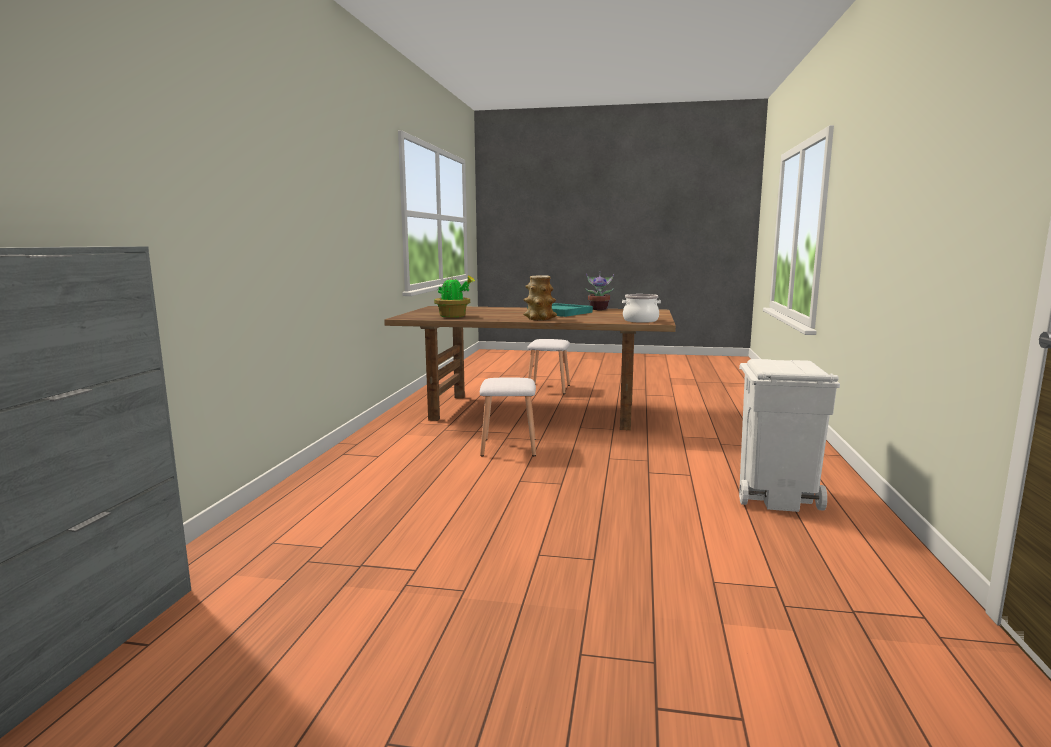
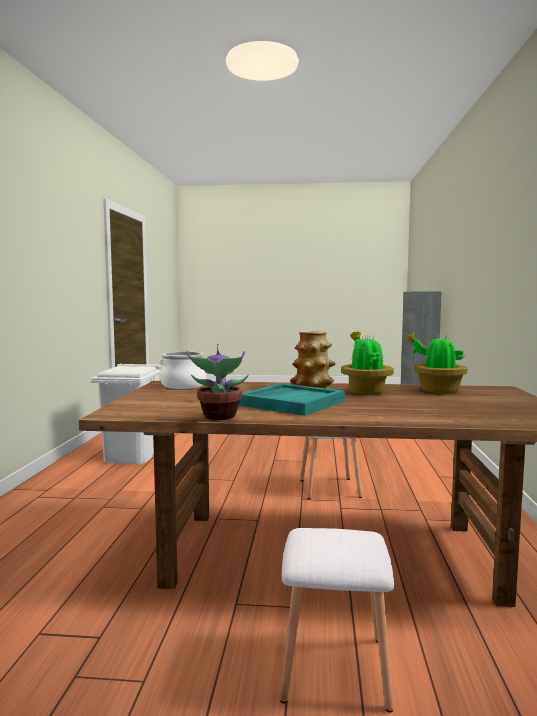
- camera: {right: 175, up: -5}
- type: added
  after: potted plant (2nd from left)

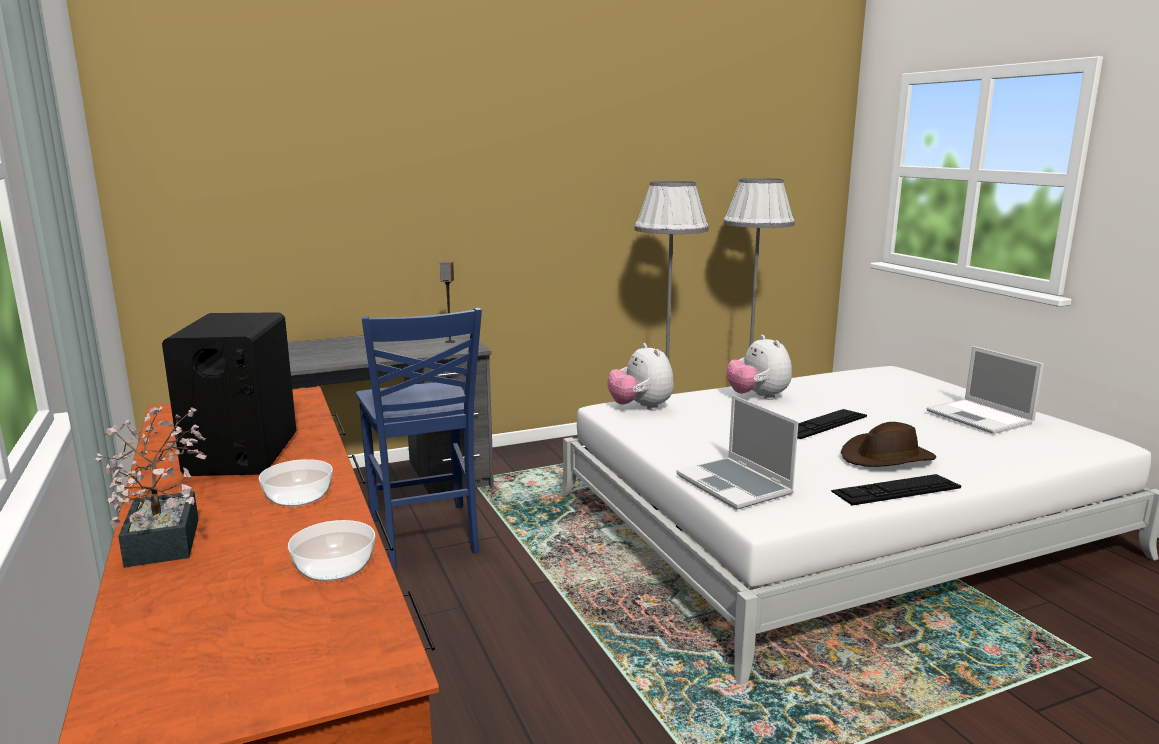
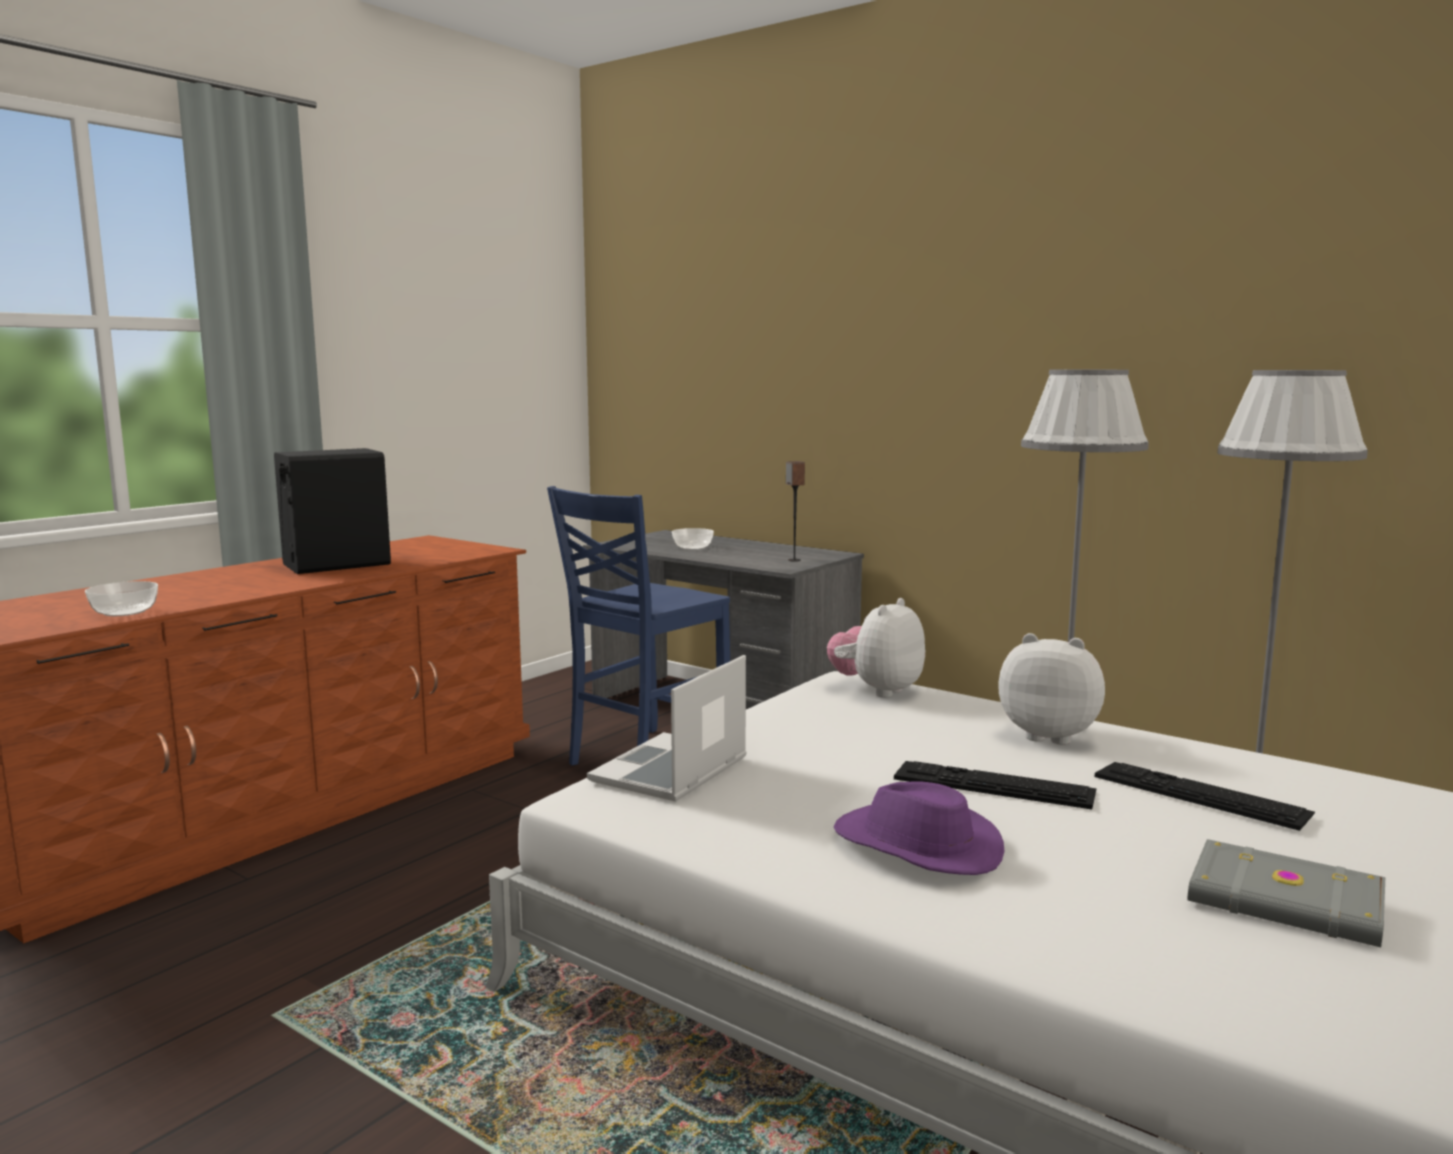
- camera: {right: 60, up: -5}
- type: turned
  before: soft toy (2nd from left)
  turn: 75
- type: replaced
  before: notebook computer (2nd from left)
  after: bound book/gray
- type: removed
  before: potted plant
- type: recoloured
  before: wearable hat/brown
  after: wearable hat/purple
- type: moved
  before: serving bowl (1st from left in the first image)
  after: serving bowl (2nd from left)
- type: moved
  before: PC keyboard (2nd from left)

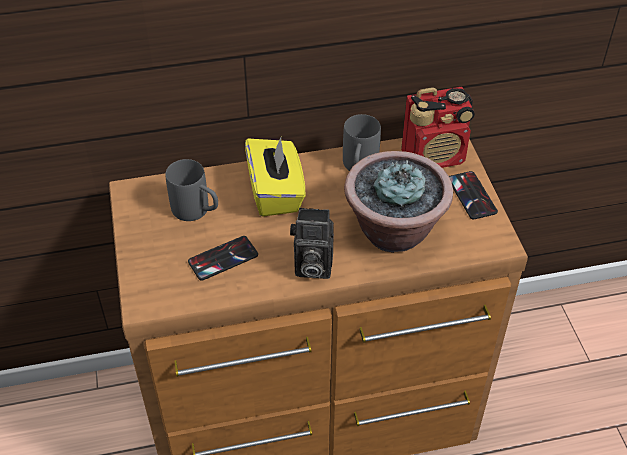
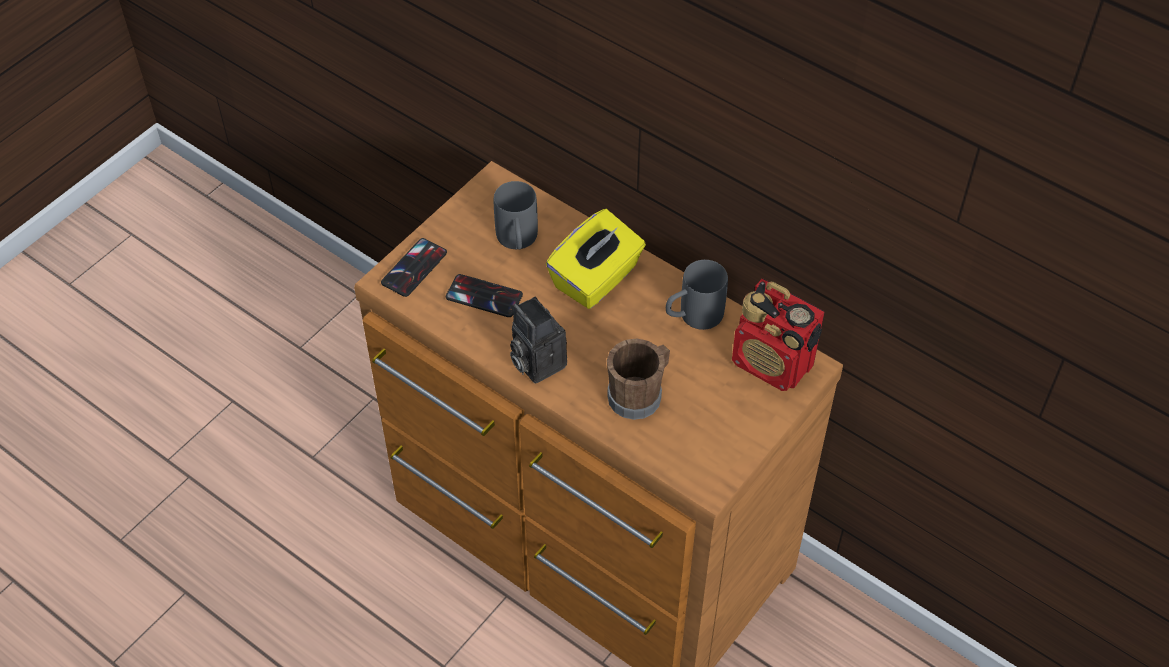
- camera: {right: 50, up: 5}
- type: replaced
  before: potted plant
  after: mug/brown
- type: moved
  before: telephone (2nd from left in the first image)
  after: telephone (1st from left)

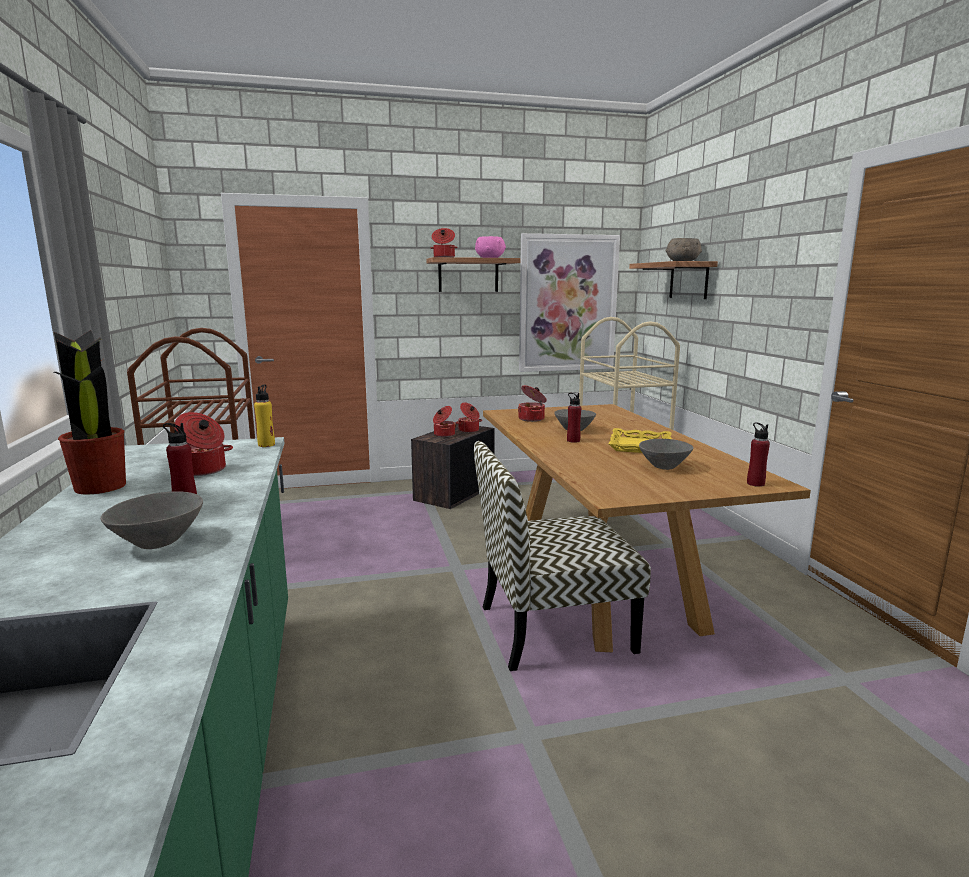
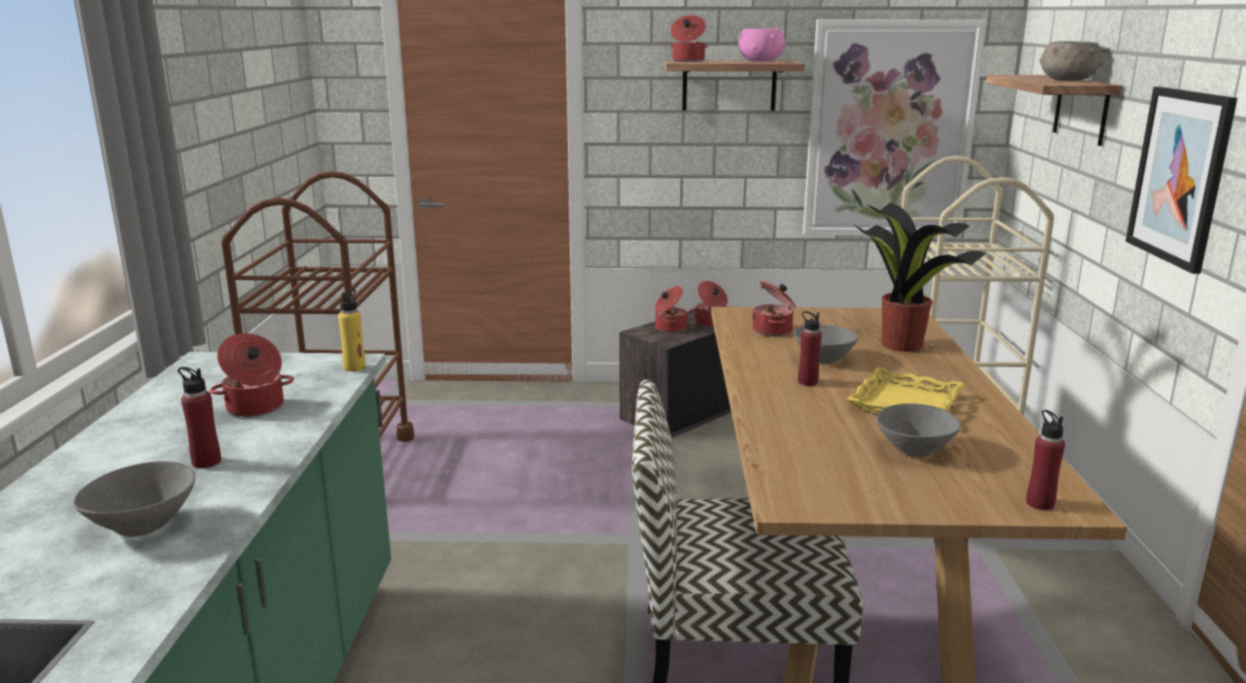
- camera: {right: 15, up: 5}
- type: moved
  before: potted plant
- type: added
  after: wall picture (2nd from left)

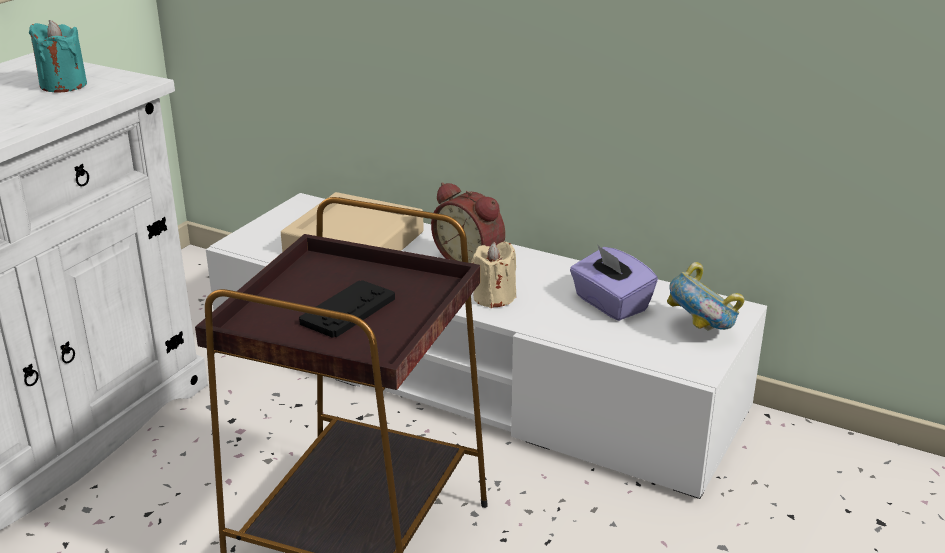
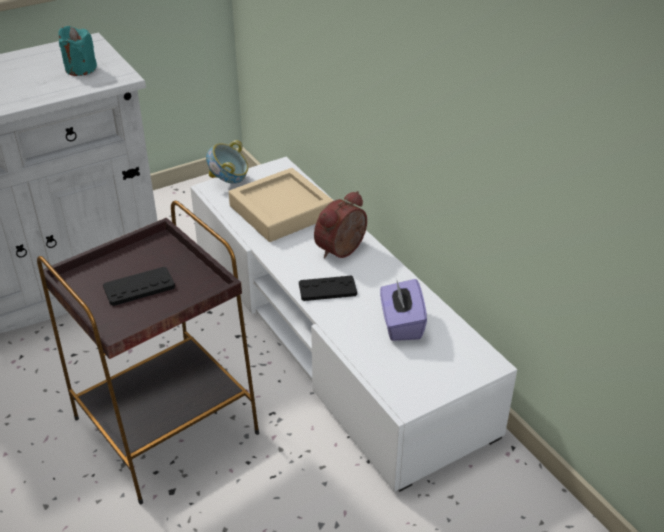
- camera: {right: 30, up: 10}
- type: turned
  before: table clock
  turn: 60
- type: replaced
  before: wax candle/beige
  after: joypad/black-coloured (2nd from left)
- type: moved
  before: serving bowl

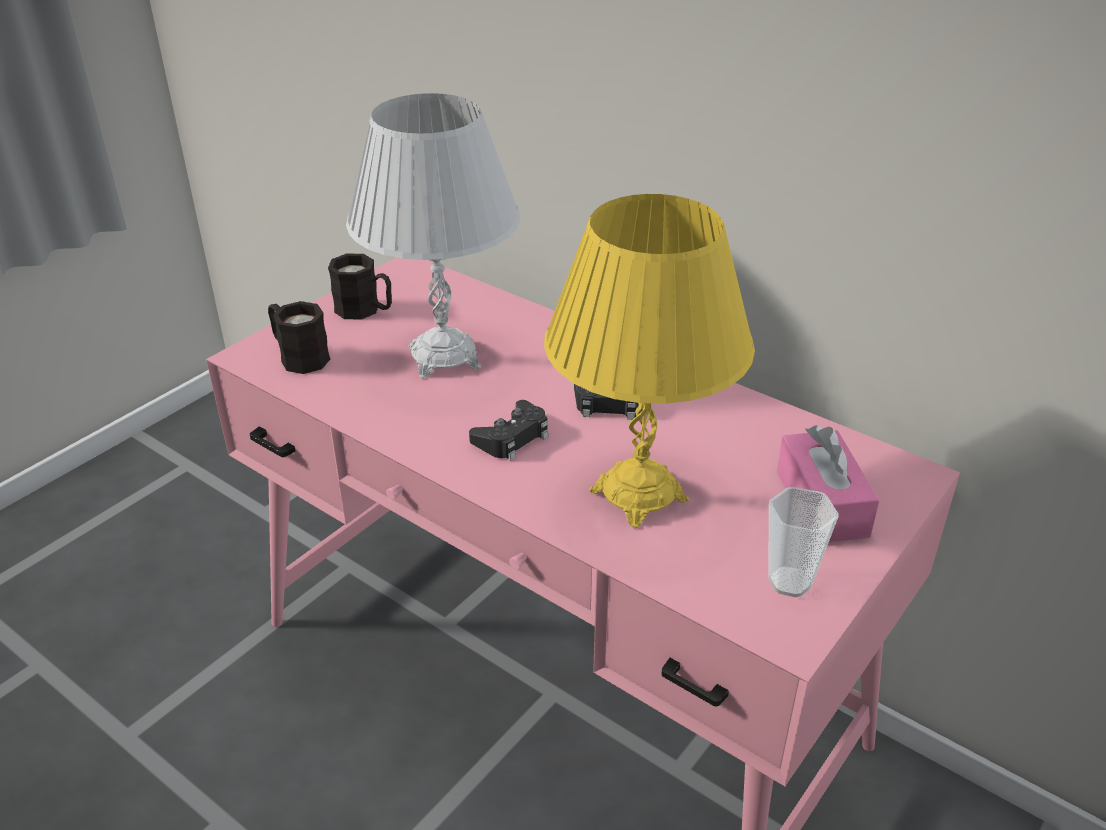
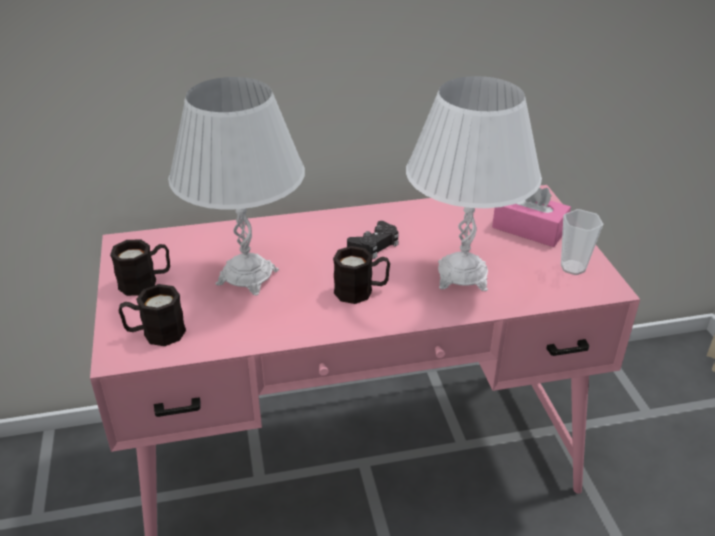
- camera: {right: -50, up: 0}
- type: recoloured
  before: tabletop lamp/yellow
  after: tabletop lamp/white-coloured (2nd from left)
- type: replaced
  before: joypad/black-coloured (1st from left)
  after: mug/black-coloured (3rd from left)

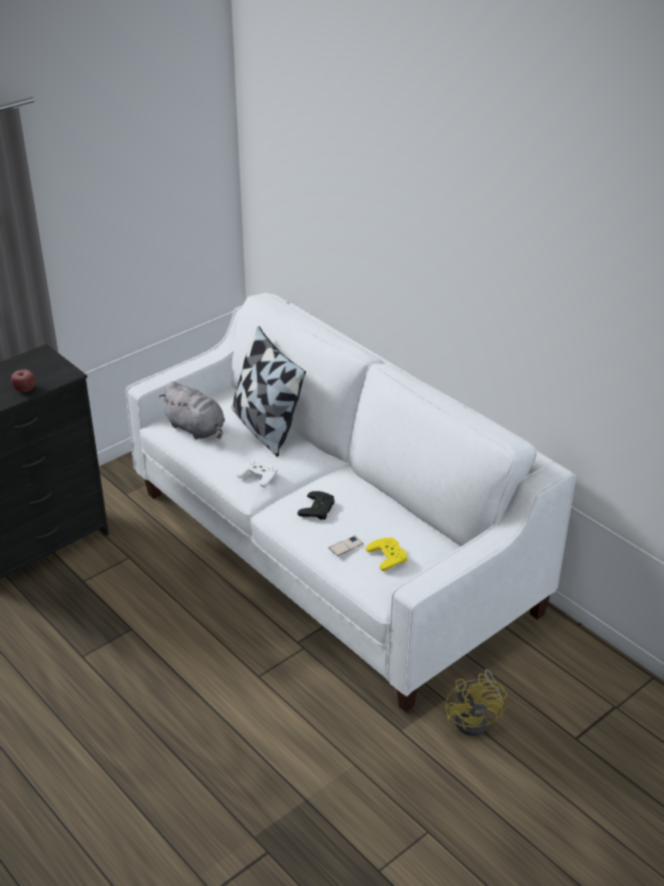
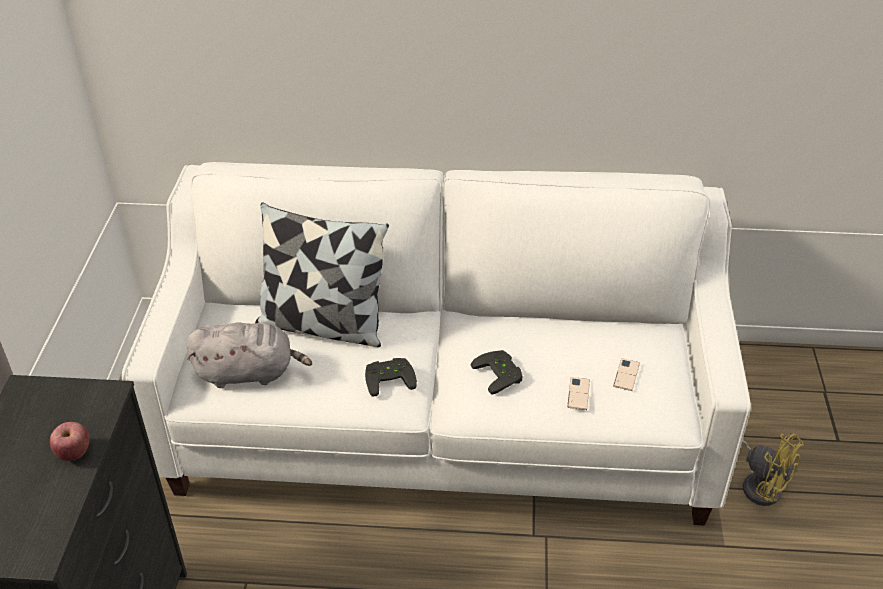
- camera: {right: -45, up: 5}
- type: recoloured
  before: joypad/white-coloured
  after: joypad/black-coloured (1st from left)
- type: replaced
  before: joypad/yellow
  after: telephone (2nd from left)

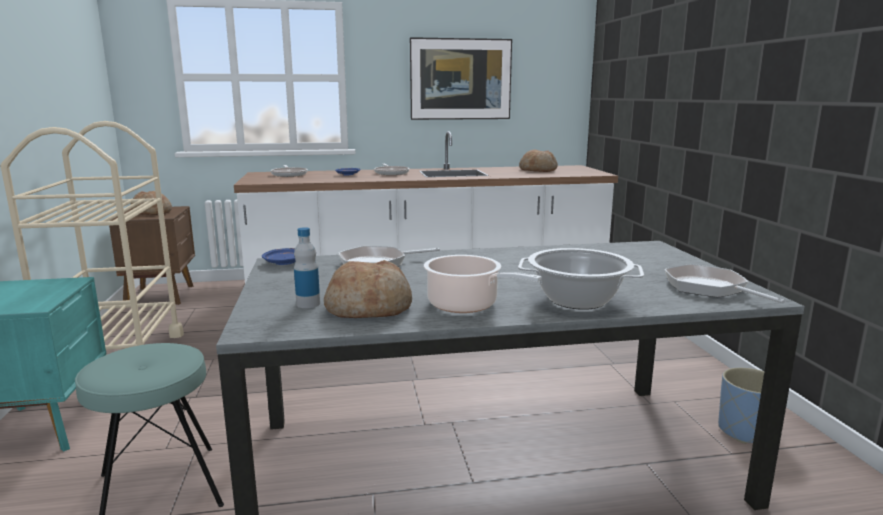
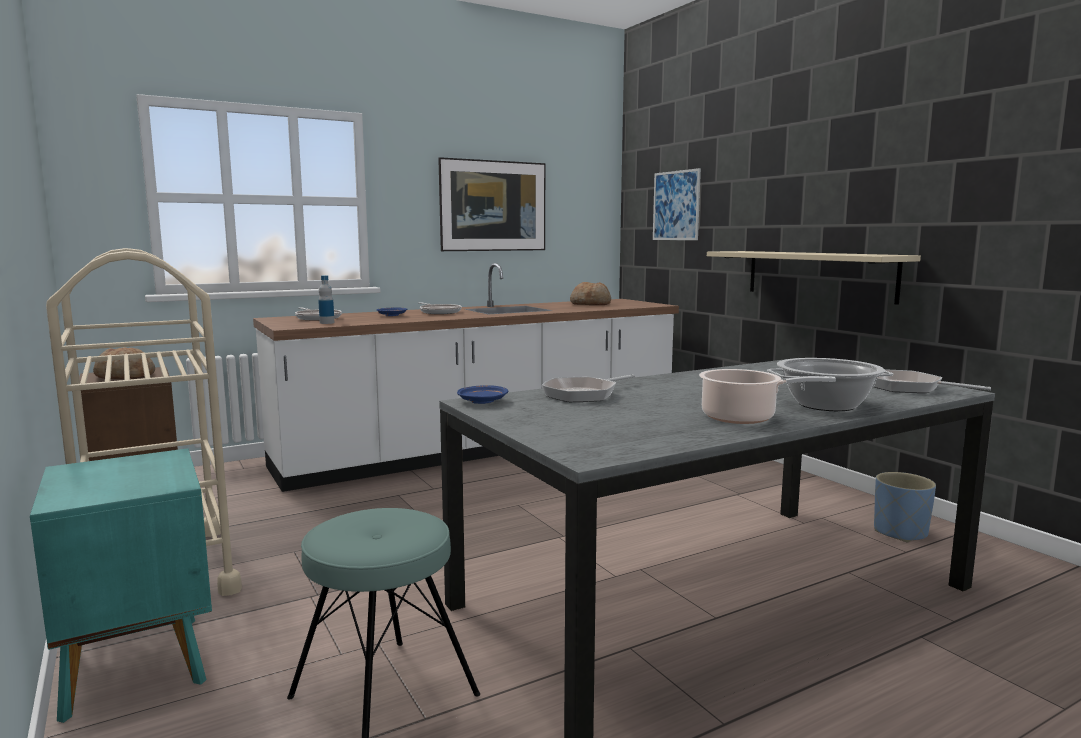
- camera: {right: -20, up: -5}
- type: moved
  before: bottle
- type: removed
  before: bakery bread (2nd from left)
- type: added
  after: wall picture (2nd from left)
- type: added
  after: wall shelf/beige

